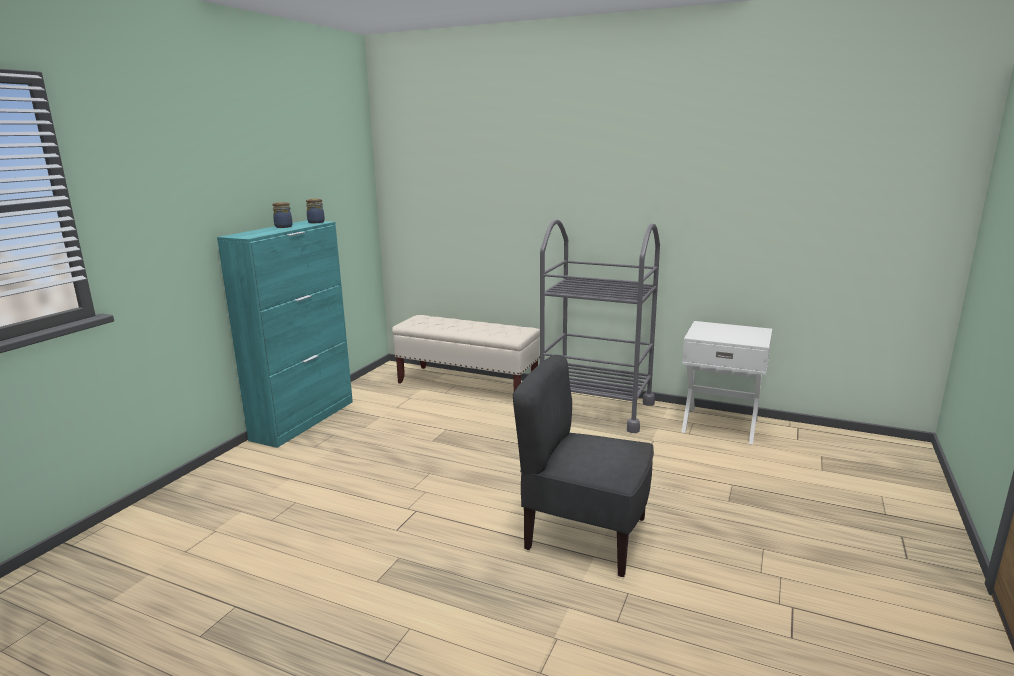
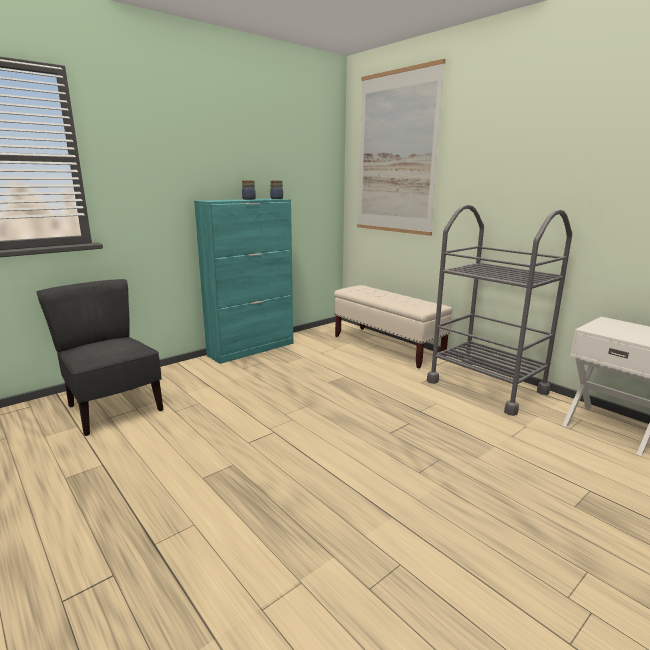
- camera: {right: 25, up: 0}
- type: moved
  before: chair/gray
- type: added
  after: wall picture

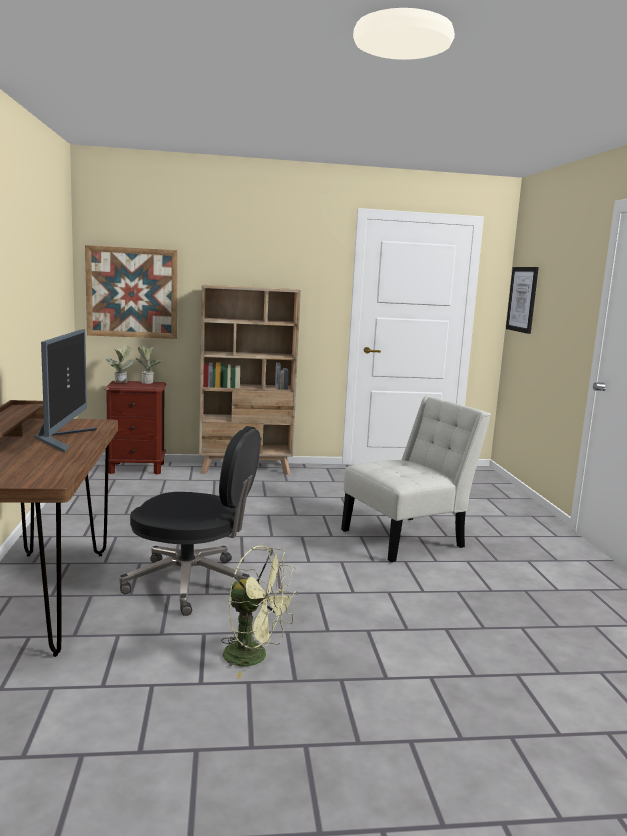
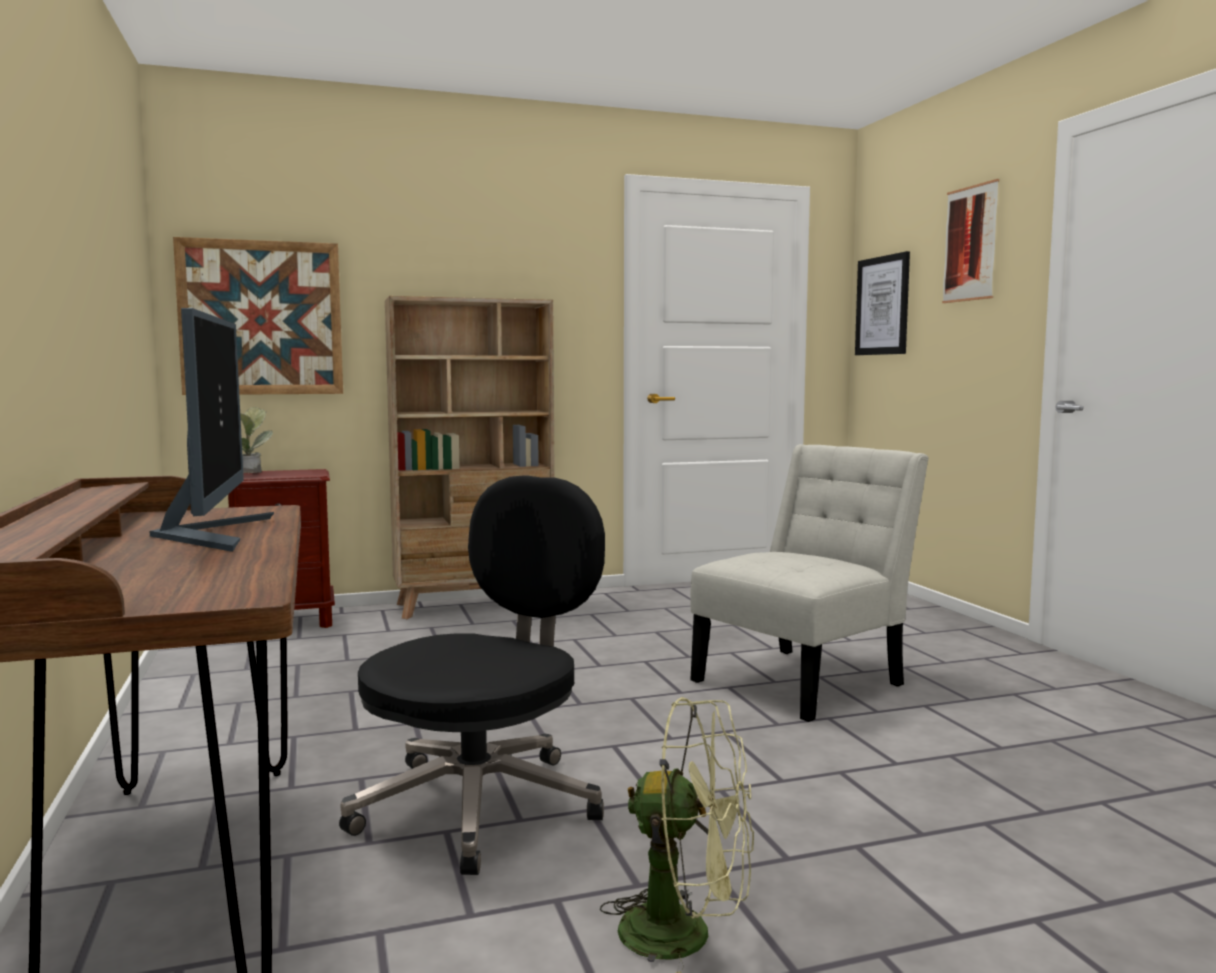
- camera: {right: -10, up: -5}
- type: removed
  before: potted plant (2nd from left)
- type: turned
  before: computer chair/black-coloured
  turn: -60
- type: added
  after: wall picture (3rd from left)

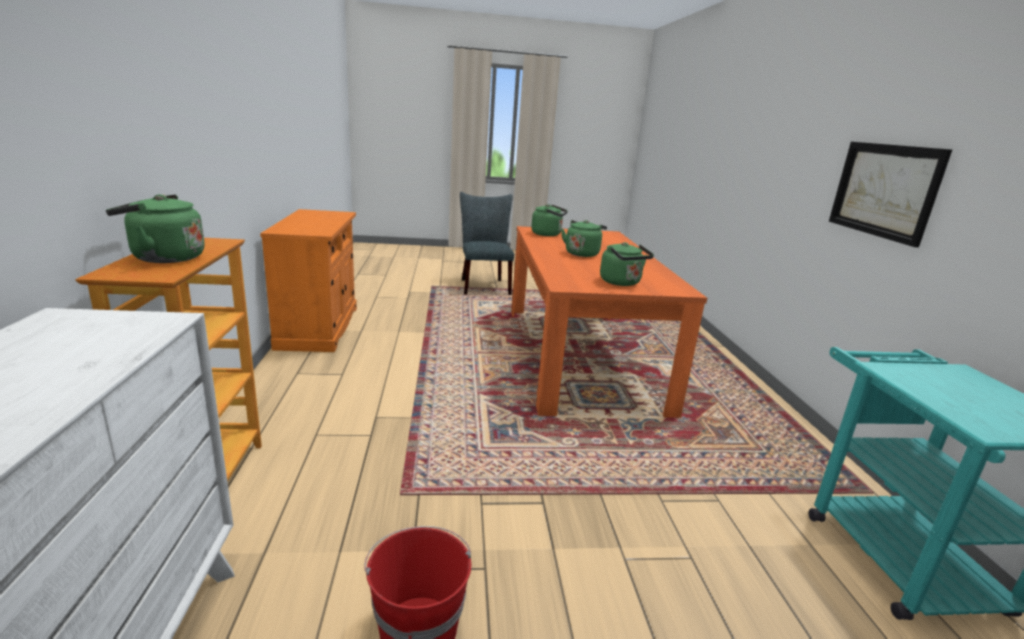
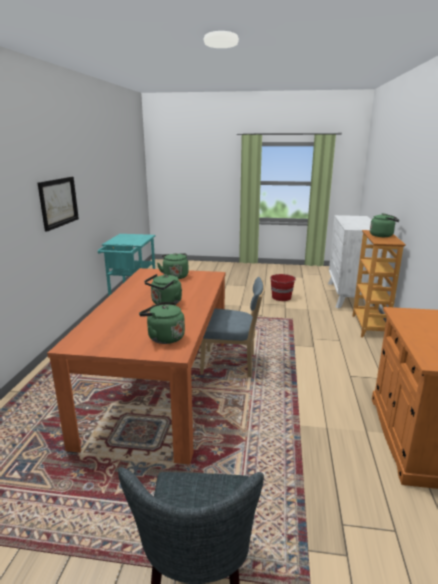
- camera: {right: -165, up: 0}
- type: added
  after: chair/blue

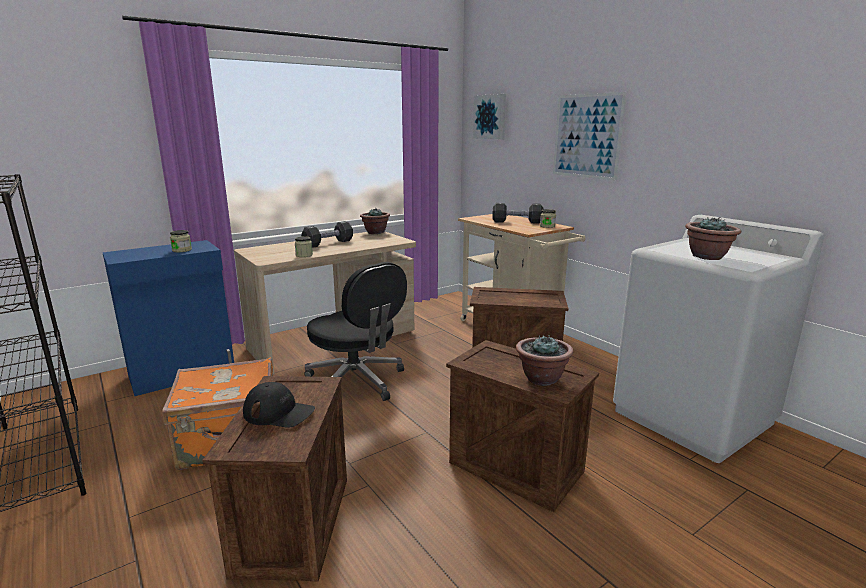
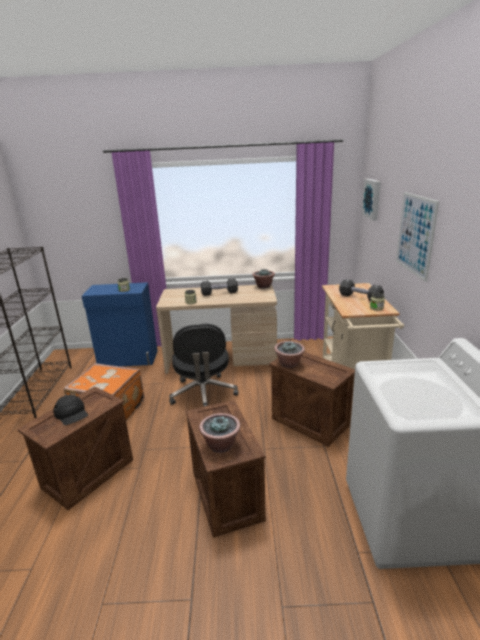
- camera: {right: 35, up: 5}
- type: moved
  before: potted plant (3rd from left)

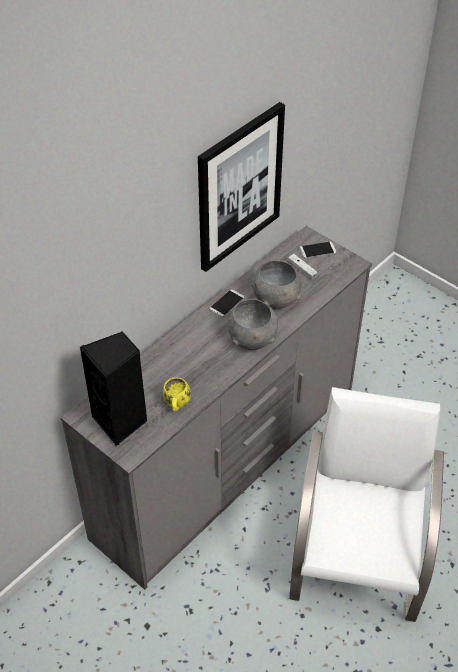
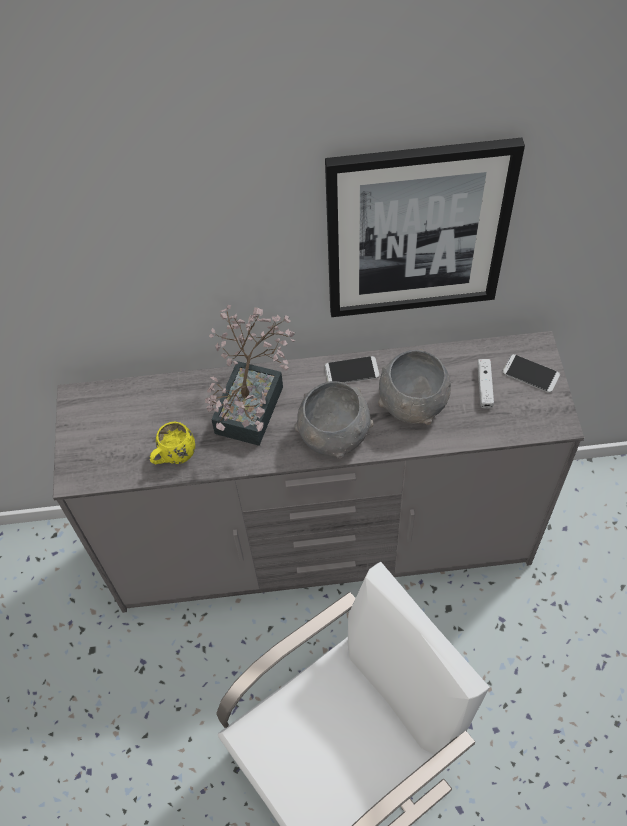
- camera: {right: 45, up: 10}
- type: removed
  before: audio speaker/black-coloured
- type: added
  after: potted plant

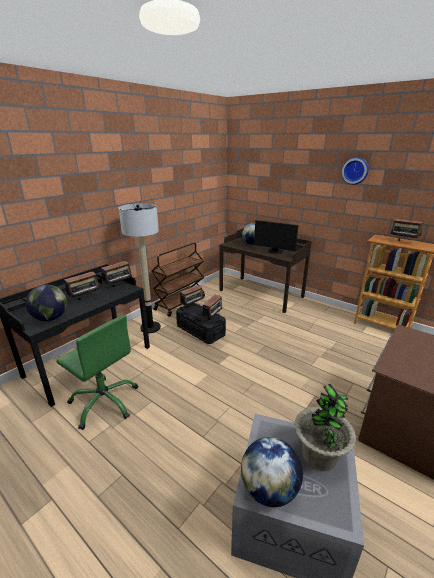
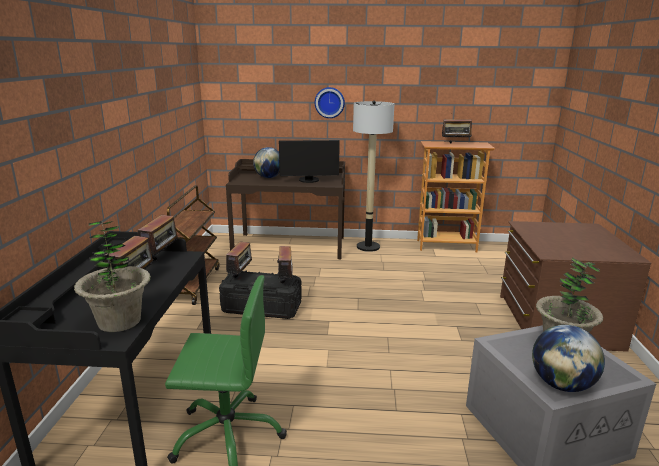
- camera: {right: -35, up: -5}
- type: moved
  before: hanging clock
- type: moved
  before: standing lamp
- type: replaced
  before: globe (1st from left)
  after: potted plant (1st from left)

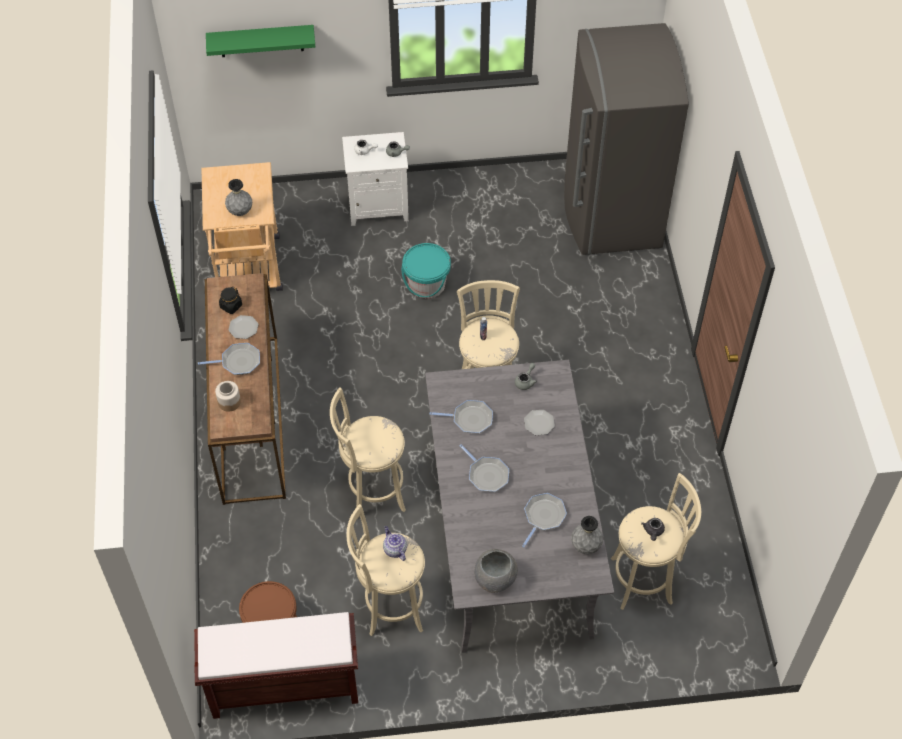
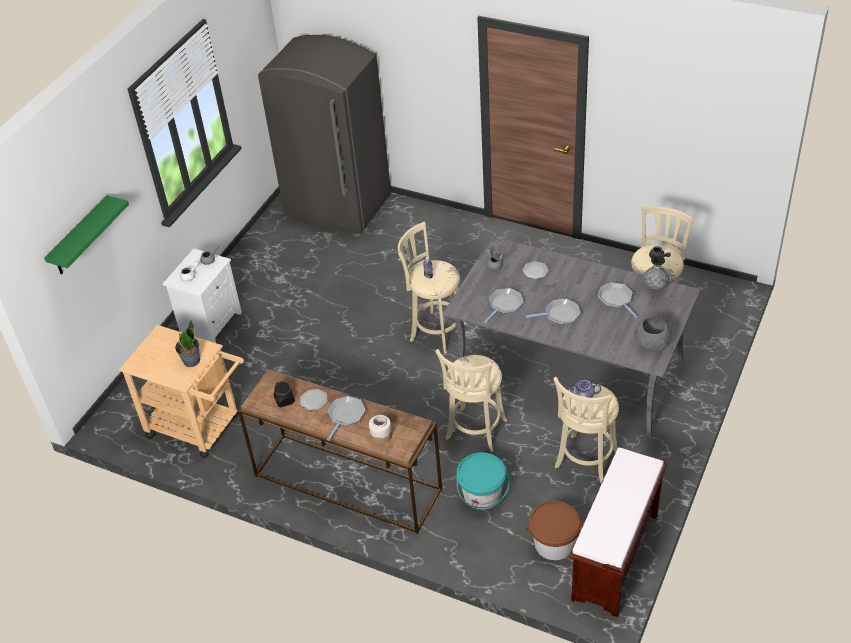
- camera: {right: -55, up: -10}
- type: replaced
  before: decorative vase/gray (1st from left)
  after: potted plant
- type: moved
  before: water bucket/turquoise-coloured

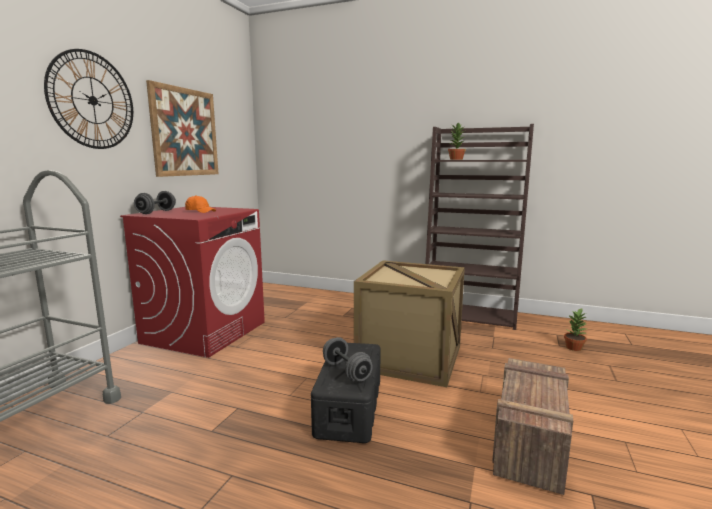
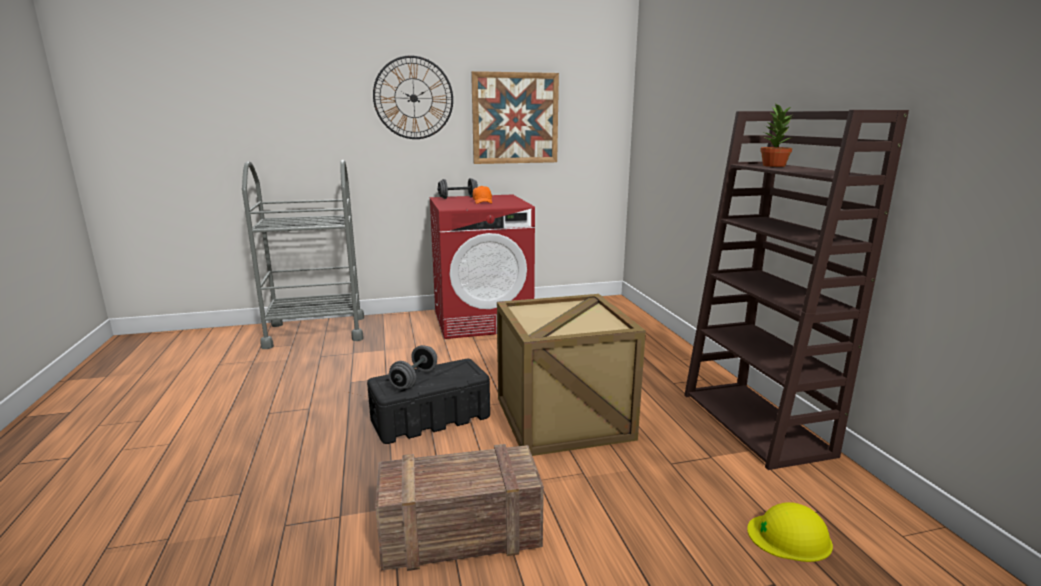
- camera: {right: 55, up: 5}
- type: replaced
  before: potted plant (2nd from left)
  after: work helmet/yellow

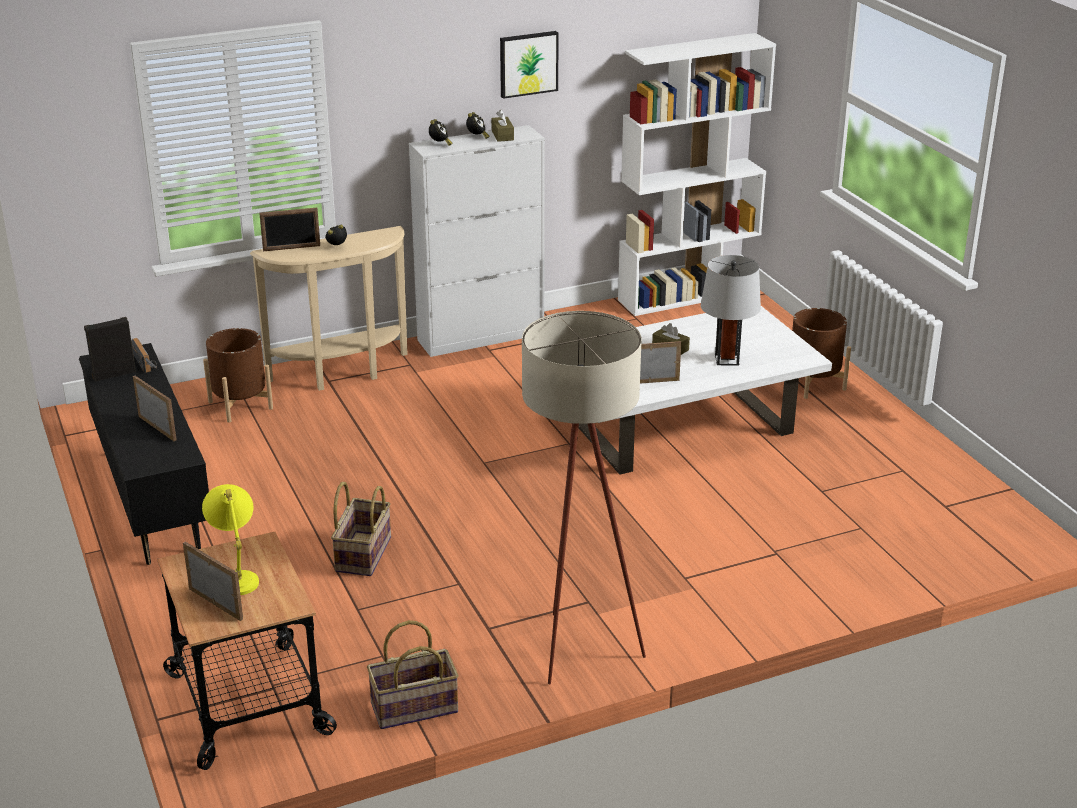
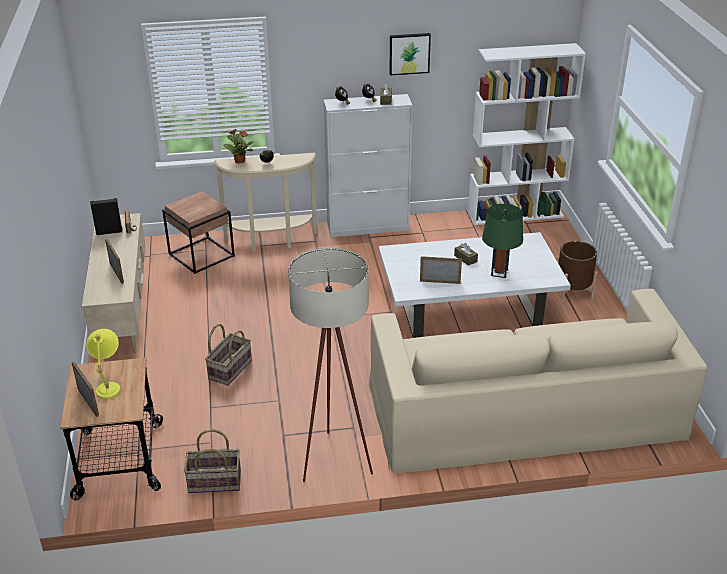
- camera: {right: 15, up: 5}
- type: replaced
  before: standing frame (3rd from left)
  after: potted plant
- type: recoloured
  before: tabletop lamp/gray
  after: tabletop lamp/green
- type: replaced
  before: plant pot/brown (1st from left)
  after: accent table/brown
- type: recoloured
  before: media console/black-coloured
  after: media console/beige
- type: added
  after: settee/beige

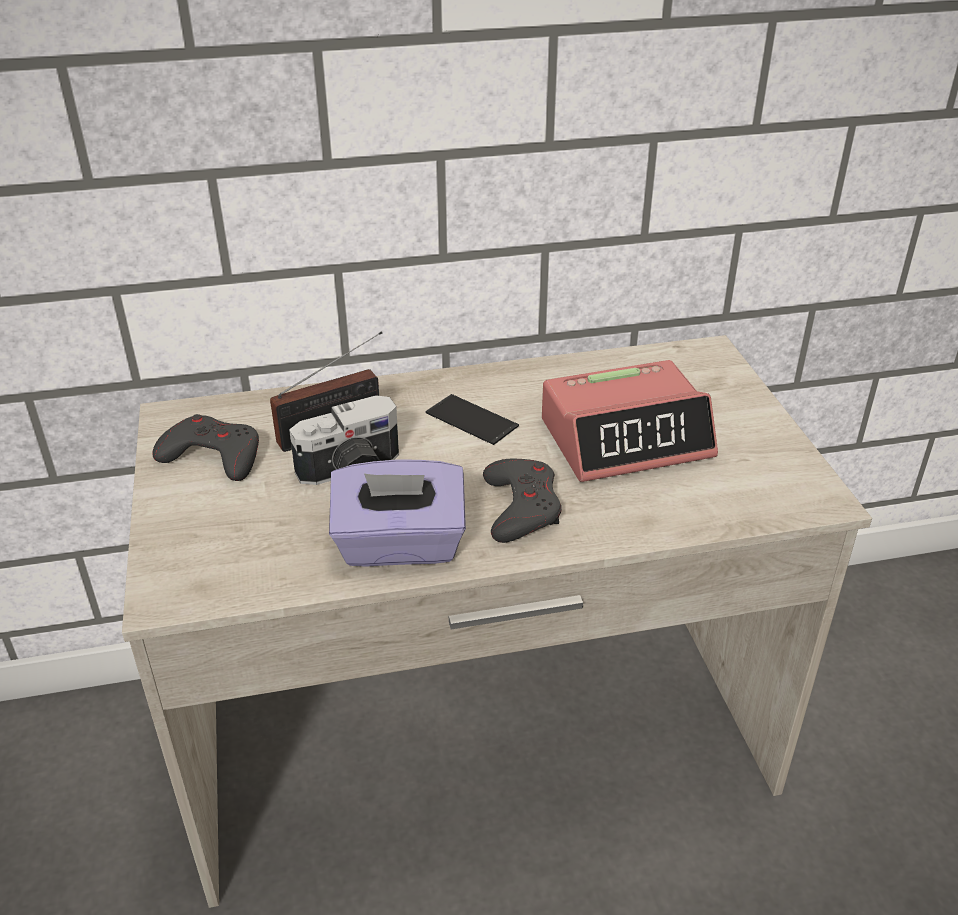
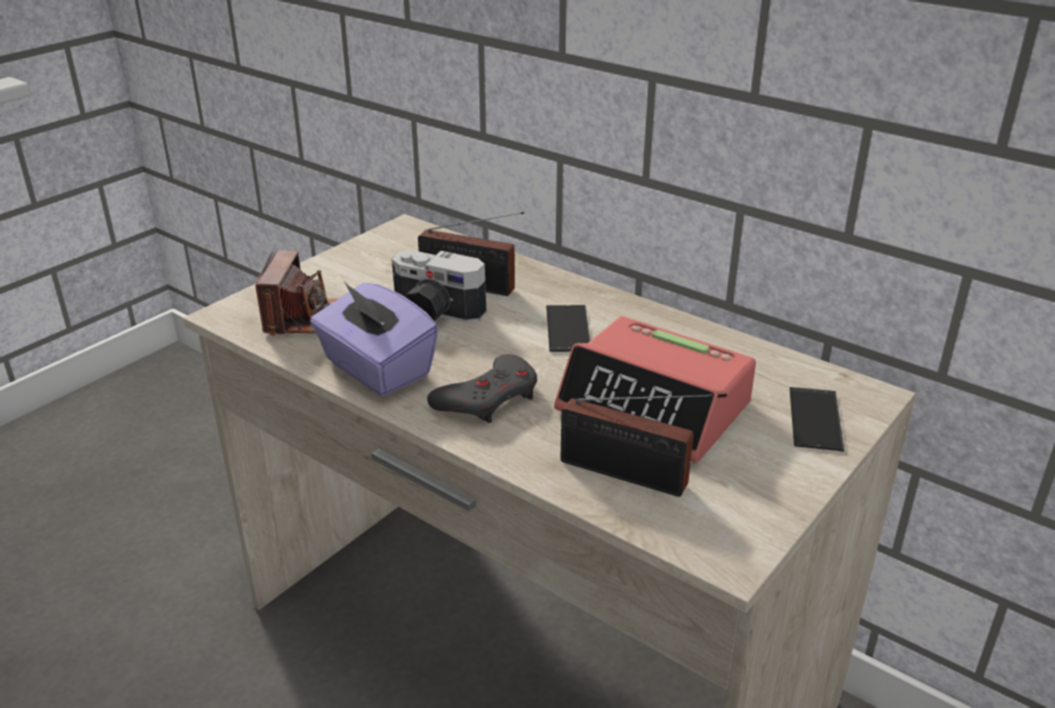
- camera: {right: 50, up: -5}
- type: removed
  before: joypad/gray (1st from left)
- type: added
  after: still camera (1st from left)
- type: added
  after: telephone (2nd from left)
- type: added
  after: radio receiver (2nd from left)

